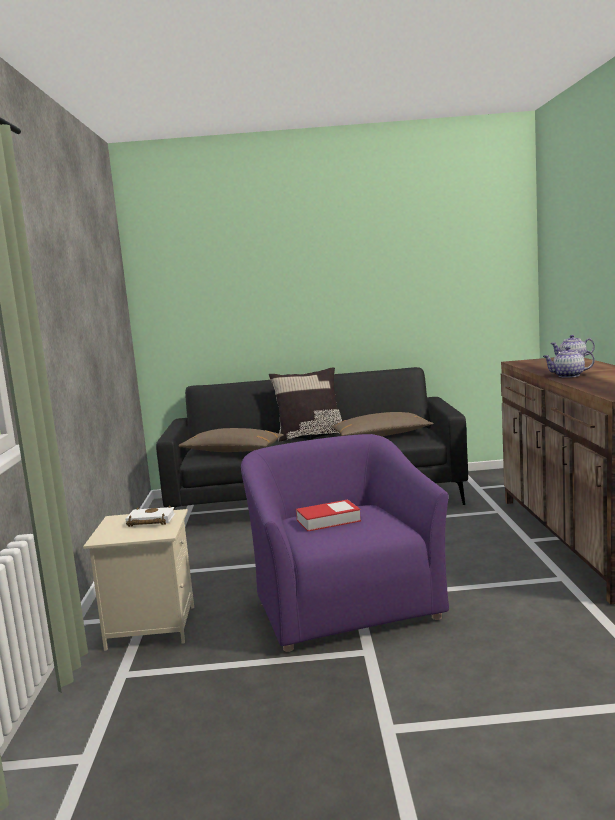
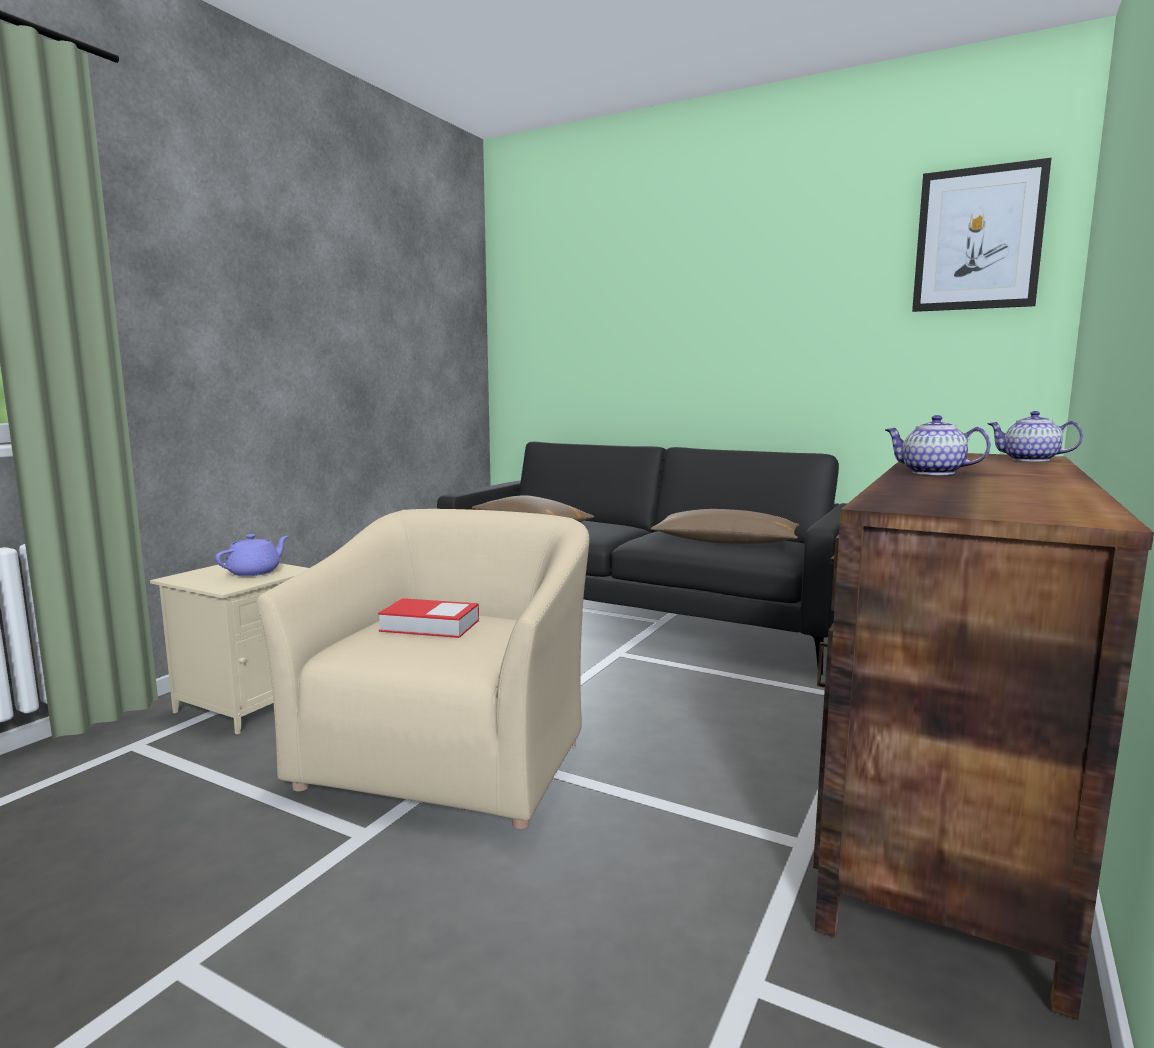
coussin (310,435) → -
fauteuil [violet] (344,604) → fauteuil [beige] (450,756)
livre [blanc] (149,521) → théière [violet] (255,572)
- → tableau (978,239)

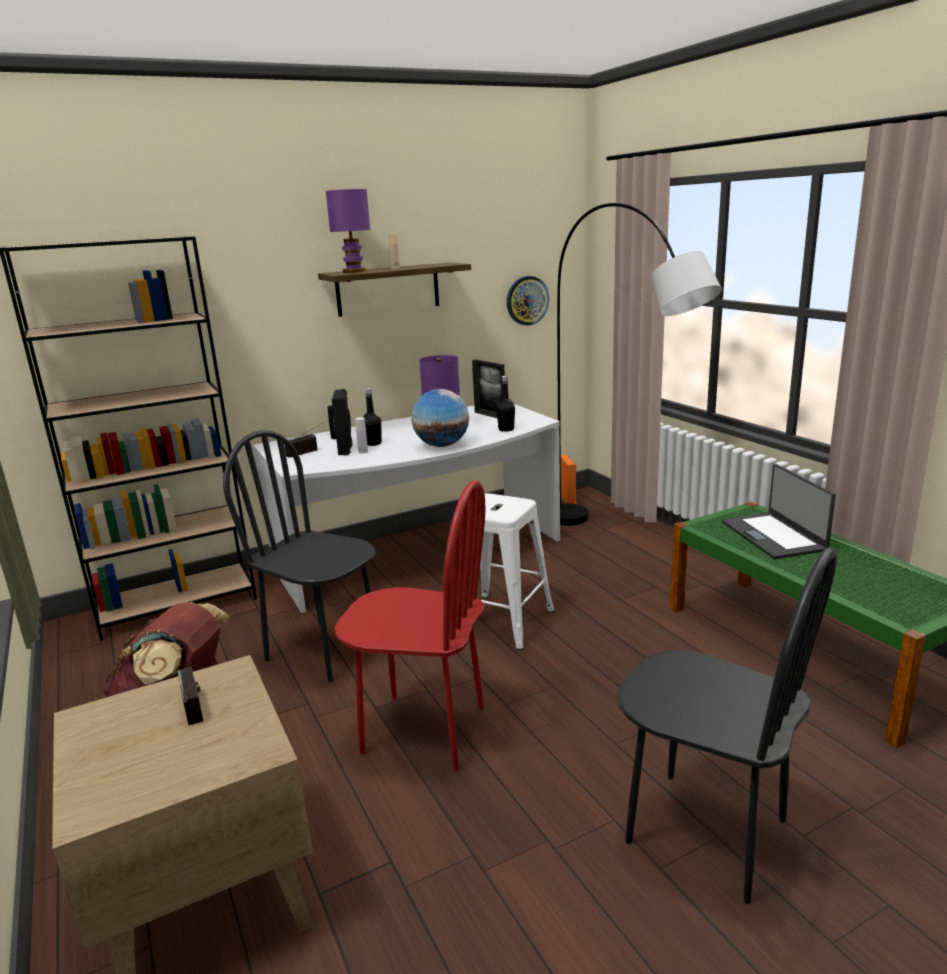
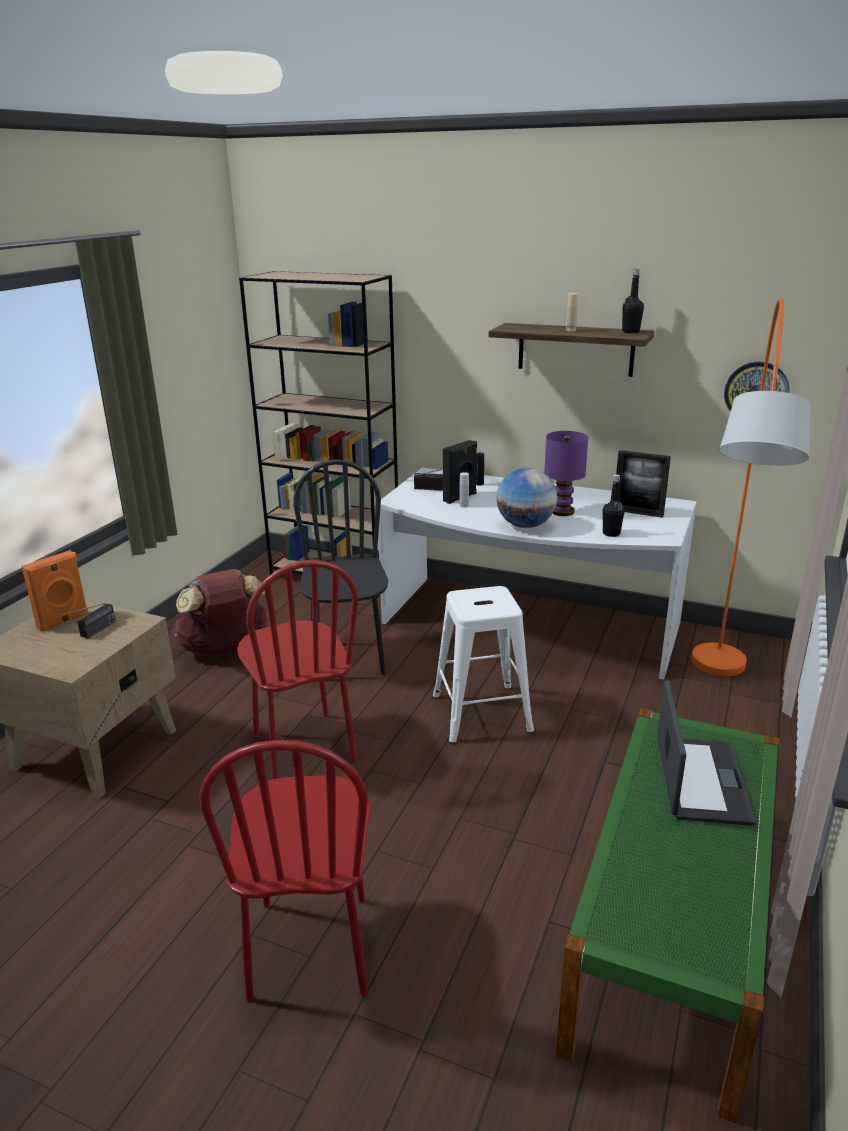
lampe de table [violet] (354,272) → -
lampadaire [gris] (620,544) → lampadaire [orange] (714,717)
cadre photo (490,415) → cadre photo (638,513), 75 degrees counterclockwise
bouteille [noir] (373,443) → bouteille [noir] (630,332), relocated
enceinte [orange] (568,500) → enceinte [orange] (63,621), relocated
ordinateur portable (773,536) → ordinateur portable (700,780), 150 degrees clockwise
chaise [noir] (705,832) → chaise [rouge] (310,947)

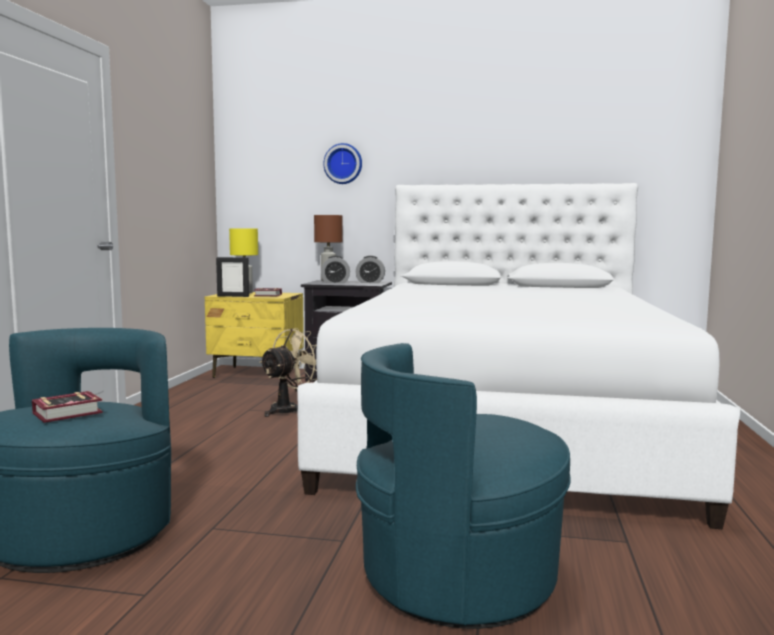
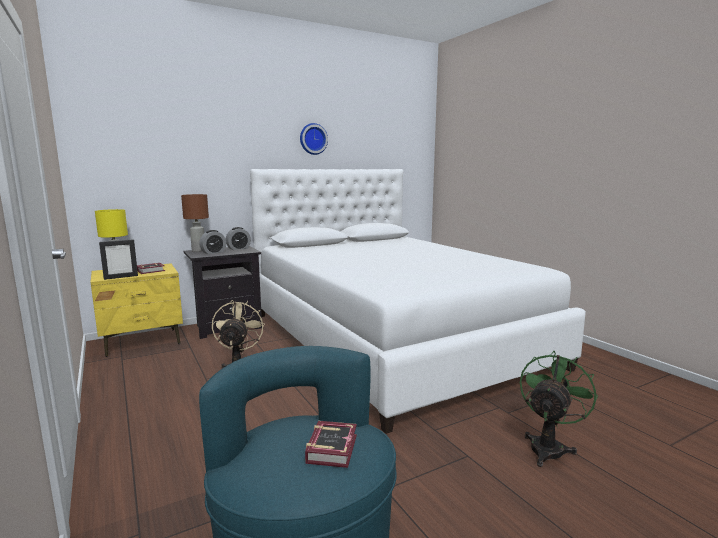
horloge murale (343,164) → horloge murale (313,139), relocated
fauteuil [turquoise] (458,574) → ventilateur [vert] (548,446)

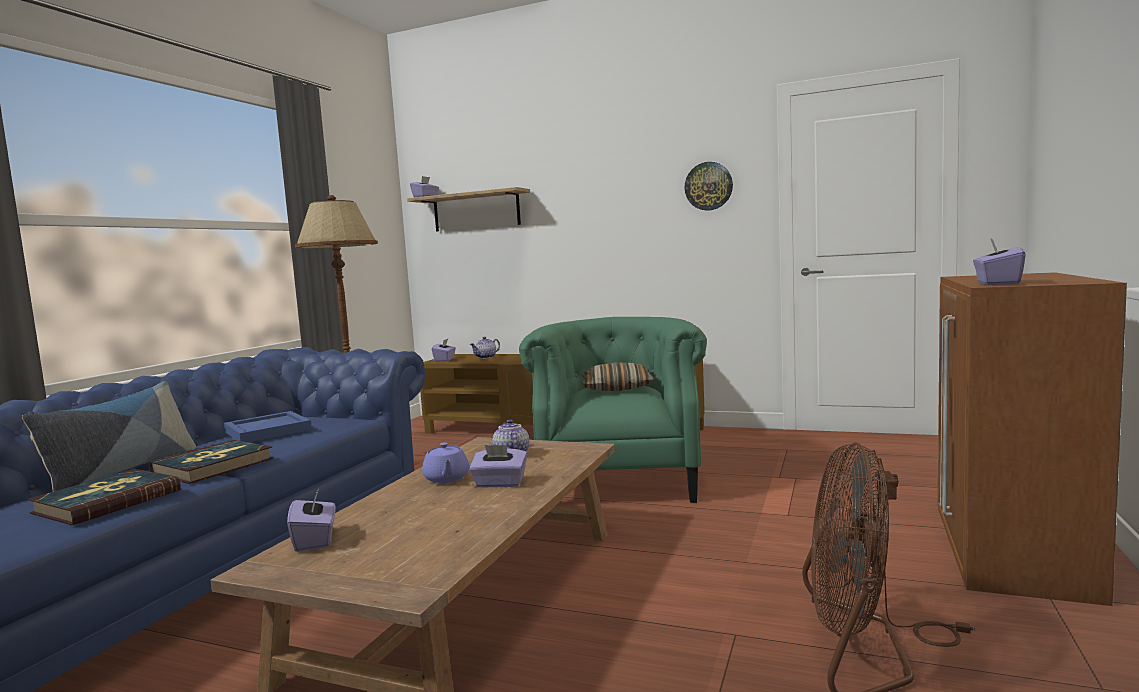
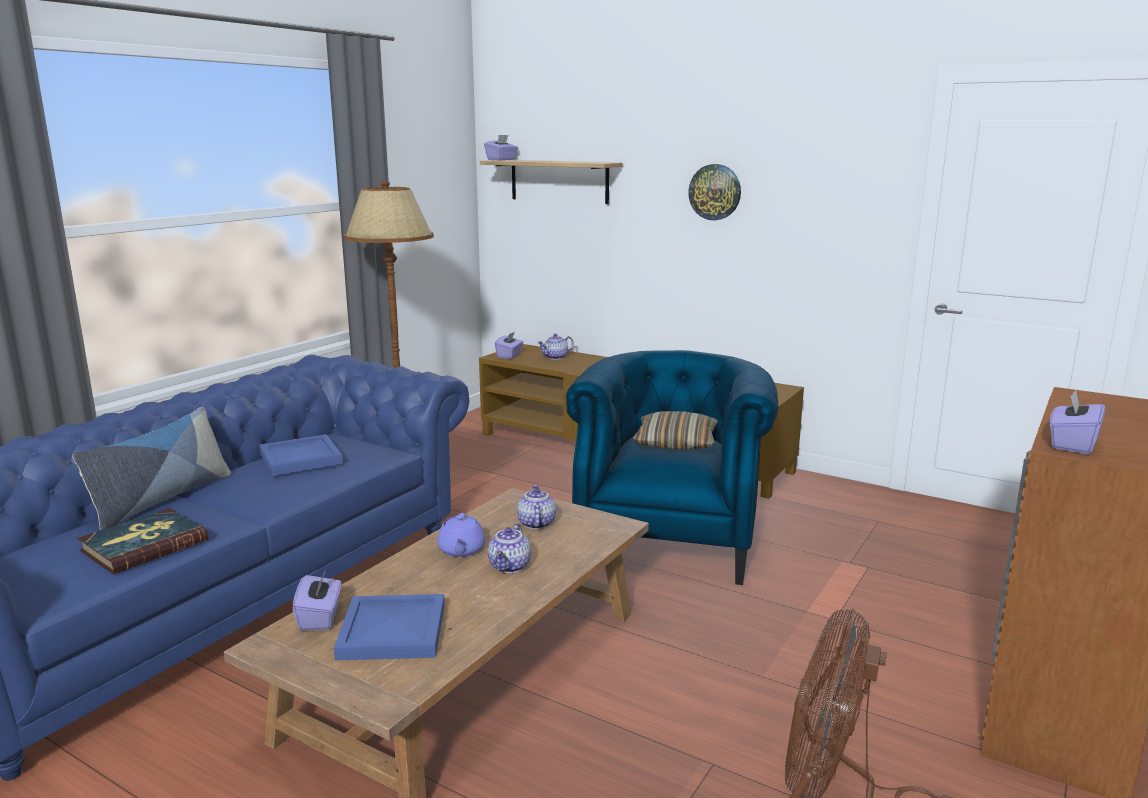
horloge murale (708,186) → horloge murale (715,192), relocated
fauteuil [vert] (619,480) → fauteuil [bleu] (670,538)
livre (214,466) → -
boîte à mouchoirs [violet] (499,483) → théière (510,567)
- → plateau [bleu] (394,630)

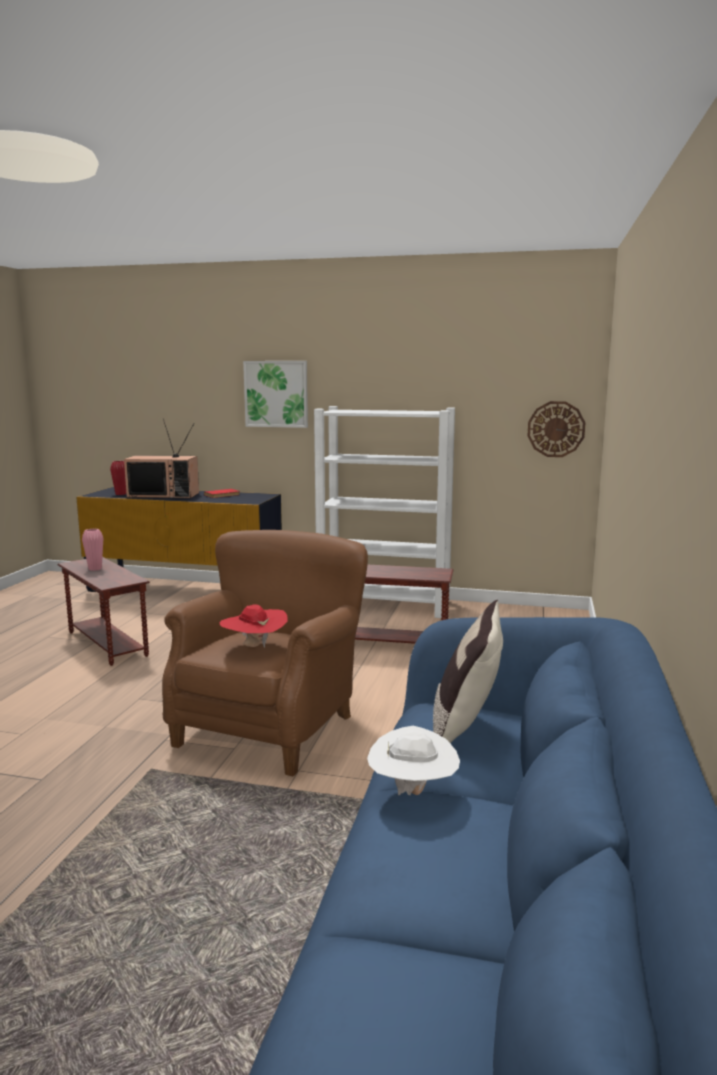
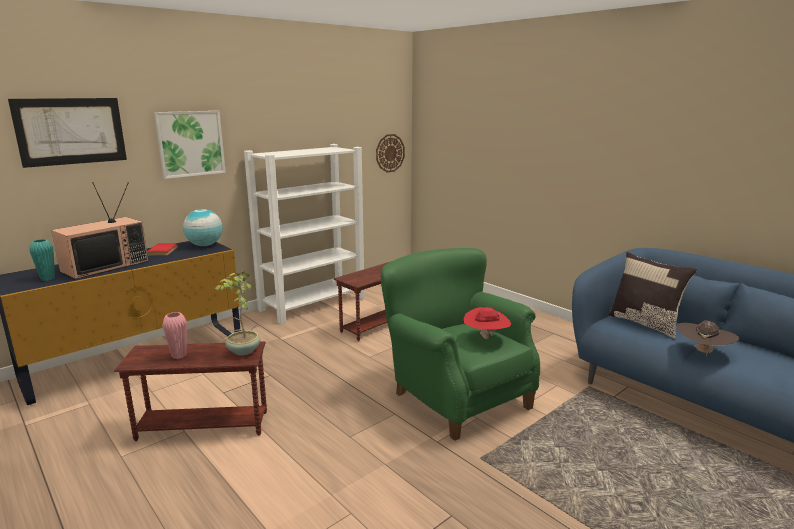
vase [rouge] (120,494) → vase [turquoise] (47,278)
fauteuil [marron] (270,725) → fauteuil [vert] (456,396)
chapeau [blanc] (413,791) → chapeau [marron] (703,352)
- → tableau (71,131)
- → globe (205,245)
- → plante en pot (243,351)

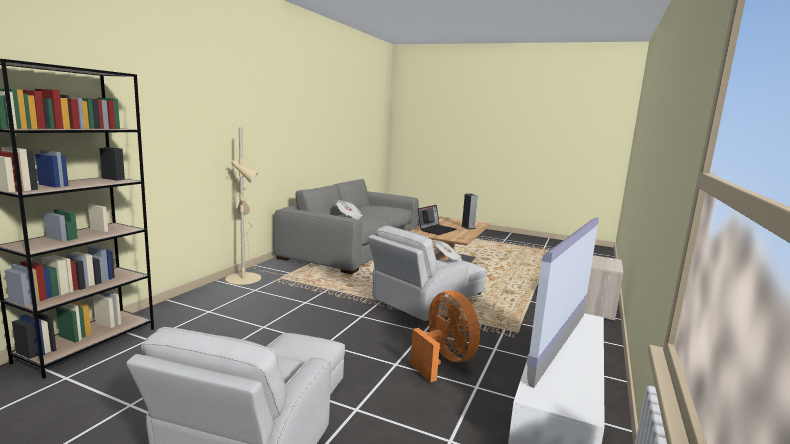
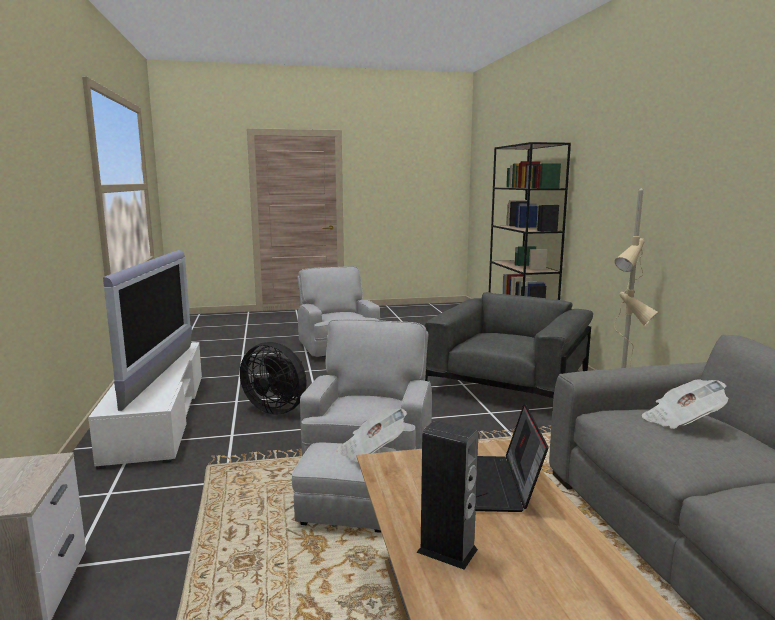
ventilateur [orange] (444,361) → ventilateur [noir] (277,409)
- → fauteuil [gris] (507,384)

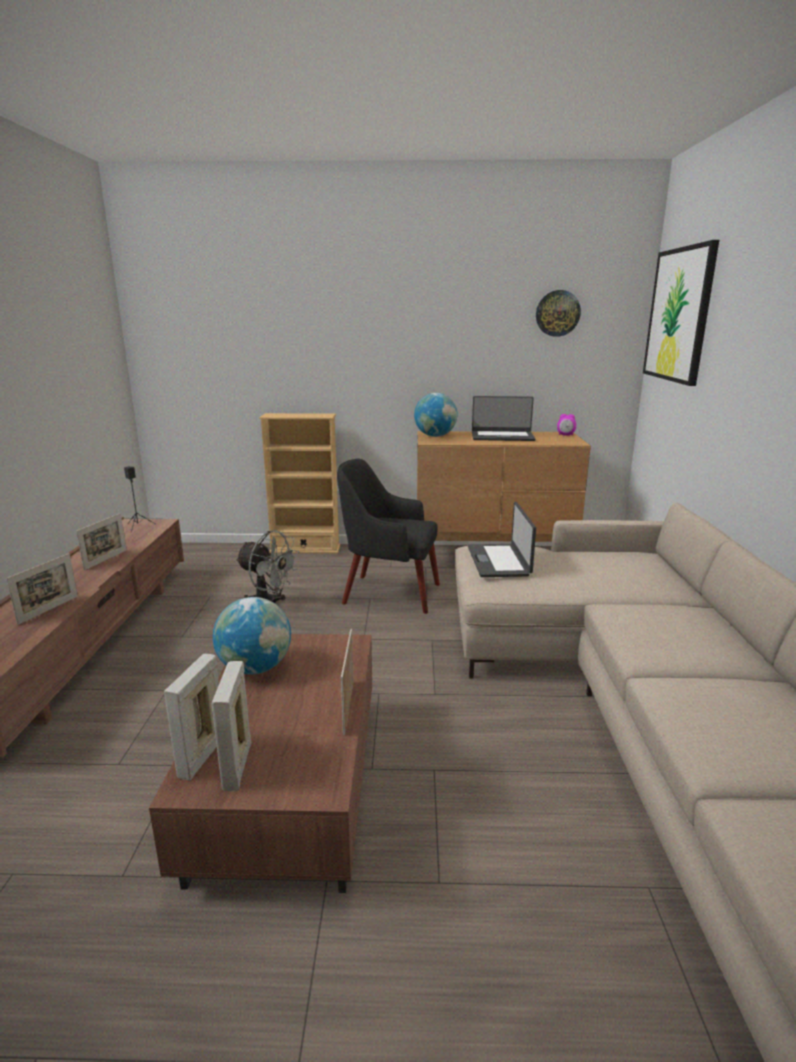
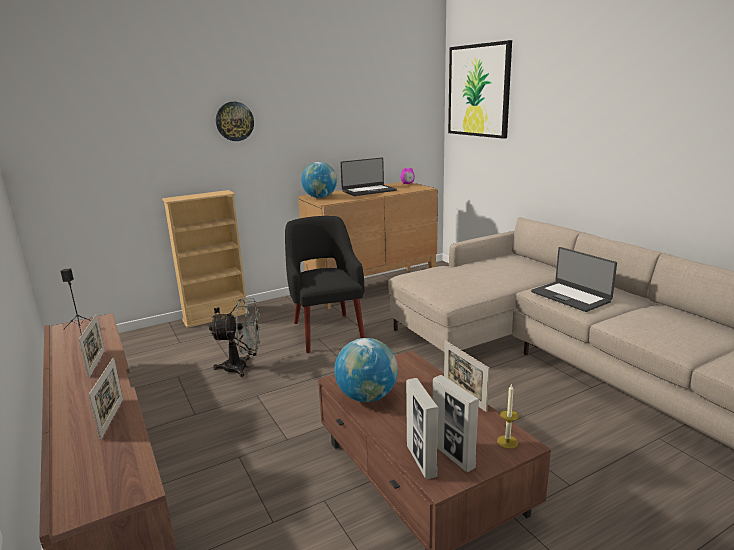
horloge murale (557,313) → horloge murale (234,121), relocated
fauteuil [noir] (388,593) → fauteuil [noir] (327,331), 90 degrees clockwise
ordinateur portable (499,561) → ordinateur portable (571,296), relocated
- → bougie (507,442)

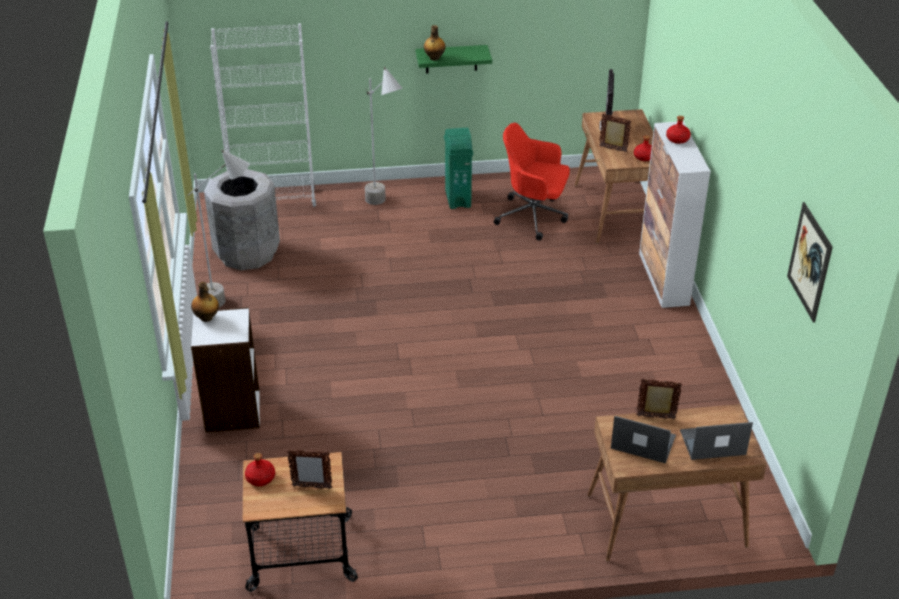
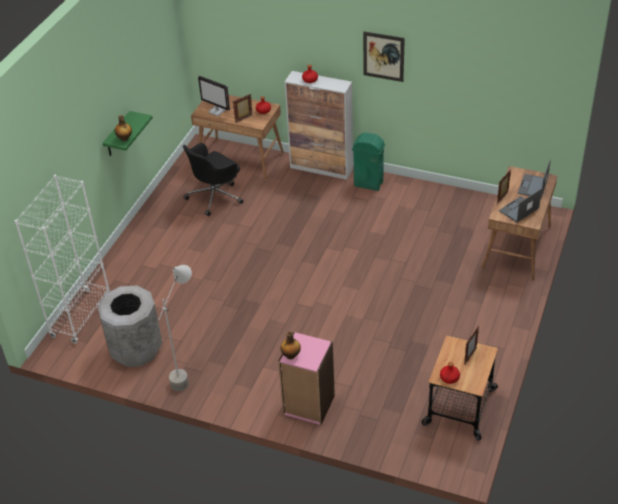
lampadaire [gris] (385,207) → -
chaise de bureau [rouge] (533,217) → chaise de bureau [noir] (215,196)
poubelle [vert] (458,199) → poubelle [vert] (368,184), relocated
tableau (809,262) → tableau (383,56), relocated
bibliothèque [blanc] (232,411) → bibliothèque [rose] (308,405)

